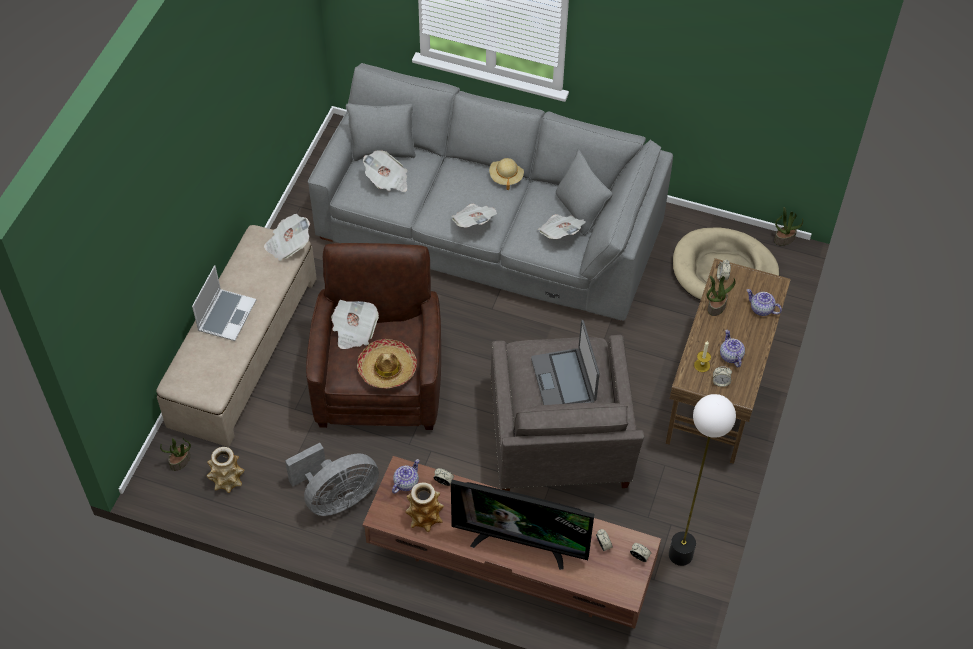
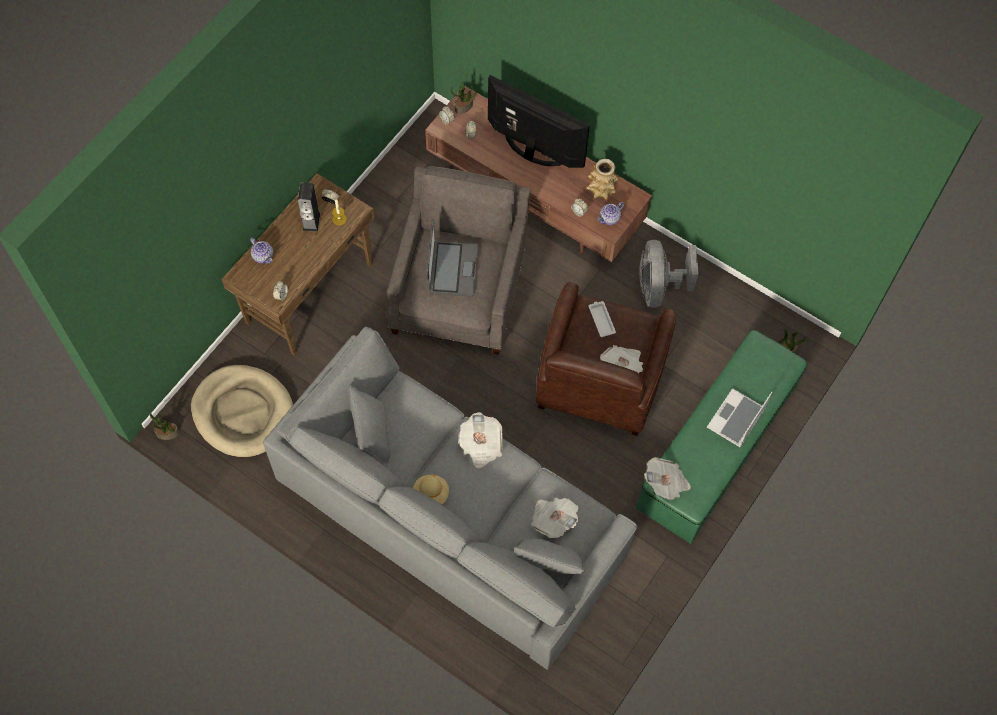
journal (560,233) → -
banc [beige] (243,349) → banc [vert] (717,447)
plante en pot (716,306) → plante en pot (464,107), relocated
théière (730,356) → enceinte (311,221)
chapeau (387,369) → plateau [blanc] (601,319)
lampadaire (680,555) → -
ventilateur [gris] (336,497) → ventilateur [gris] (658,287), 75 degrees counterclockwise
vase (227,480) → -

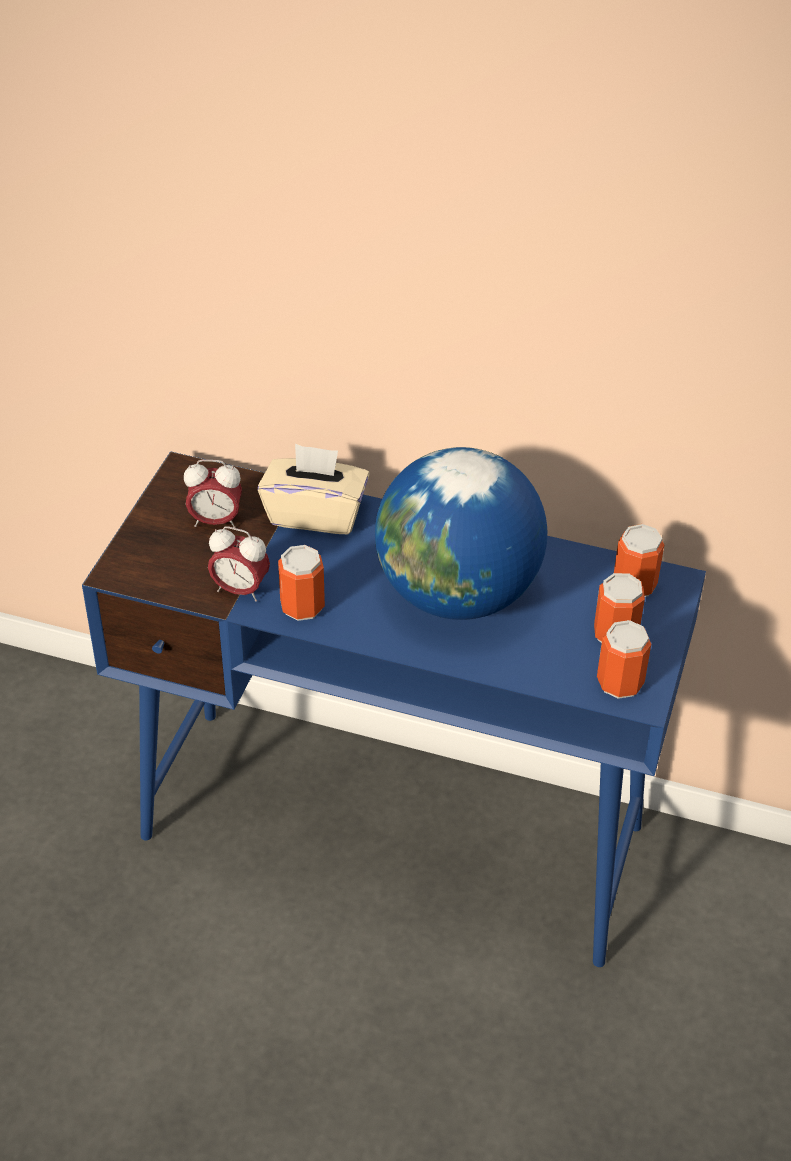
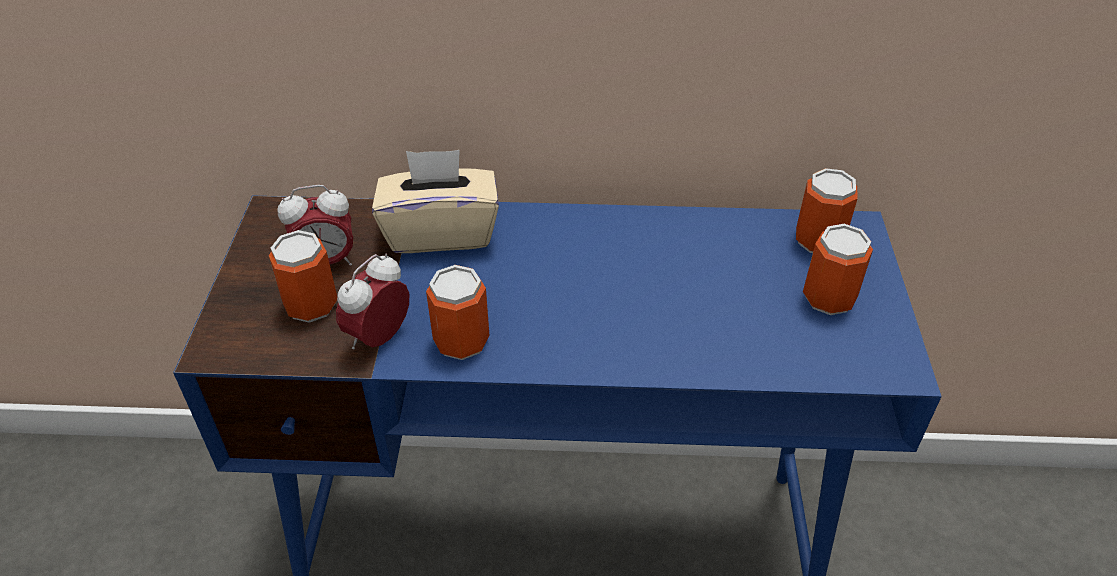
globe (457,594) → -
réveil (240,590) → réveil (379,337), 120 degrees clockwise
boîte métallique (620,683) → boîte métallique (311,305), relocated

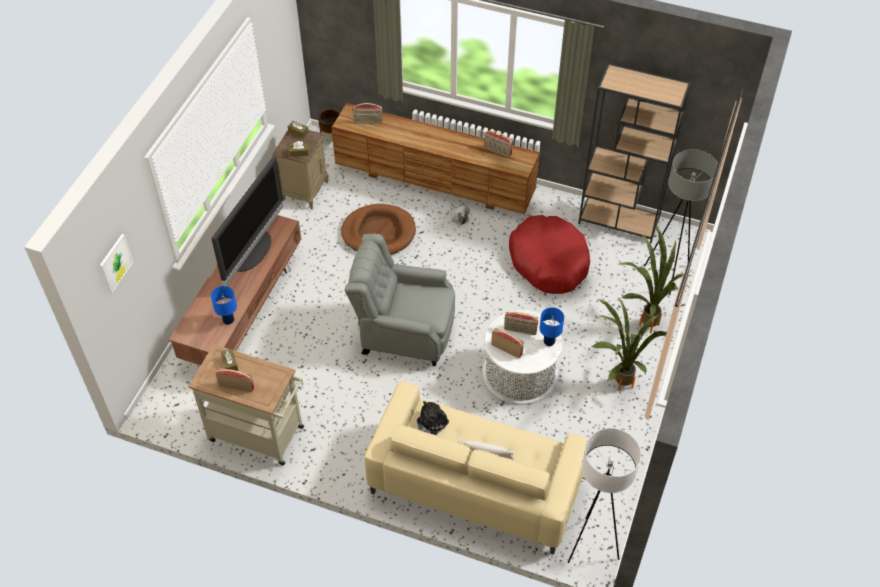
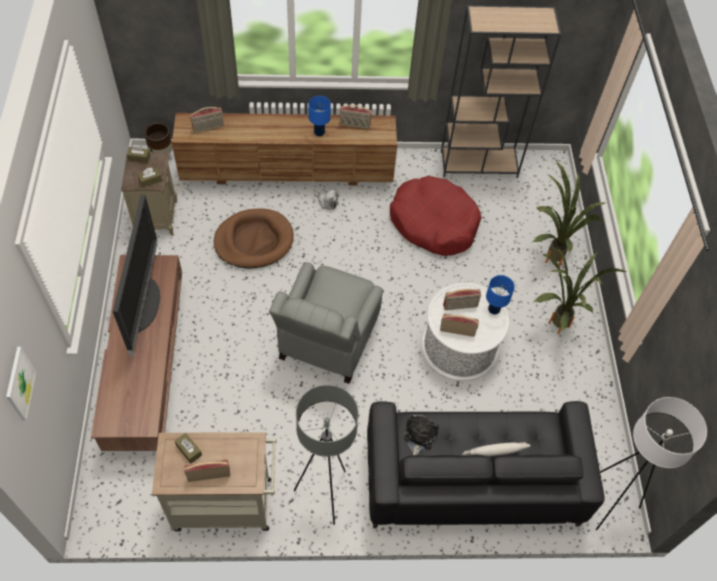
lampadaire [gris] (668,275) → lampadaire [gris] (325,494), relocated
fauteuil [gris] (404,332) → fauteuil [gris] (328,340), 60 degrees counterclockwise
lampe de table [bleu] (228,320) → lampe de table [bleu] (318,133), relocated
canapé [beige] (474,485) → canapé [noir] (471,481)

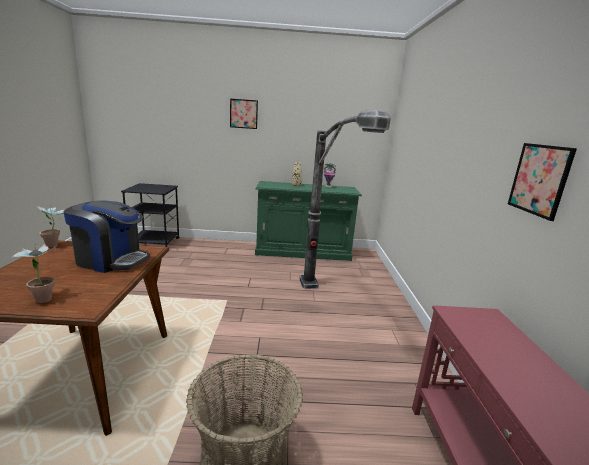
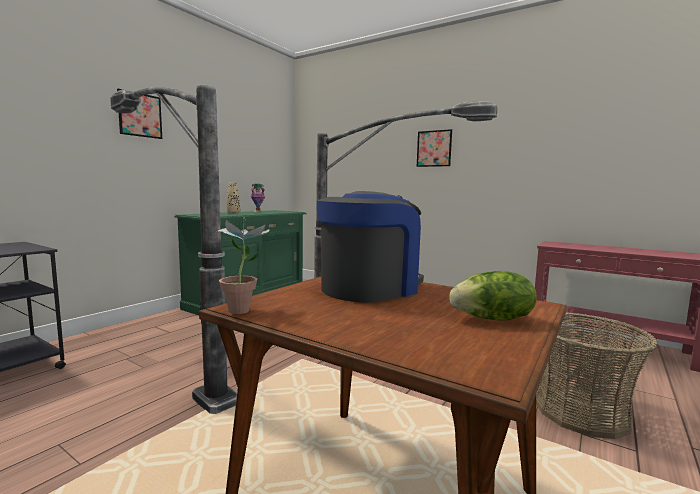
tableau (539,179) → tableau (434,148), relocated
plante en pot (44,297) → laitue (493,319)
- → lampadaire (170,362)

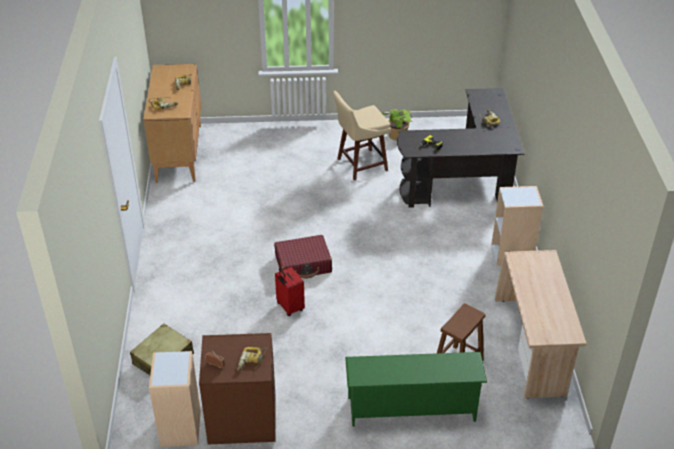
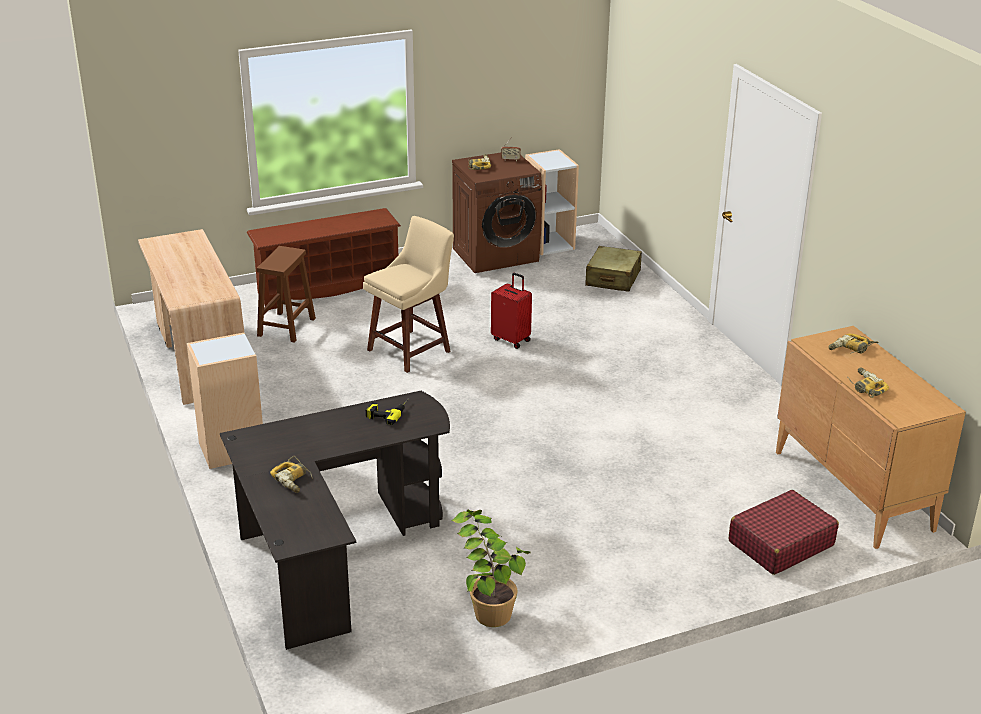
tabouret [beige] (360,165) → tabouret [beige] (412,349), relocated
valise [rouge] (303,264) → valise [rouge] (780,543), relocated
étagère à chaussures [vert] (411,410) → étagère à chaussures [marron] (328,288)

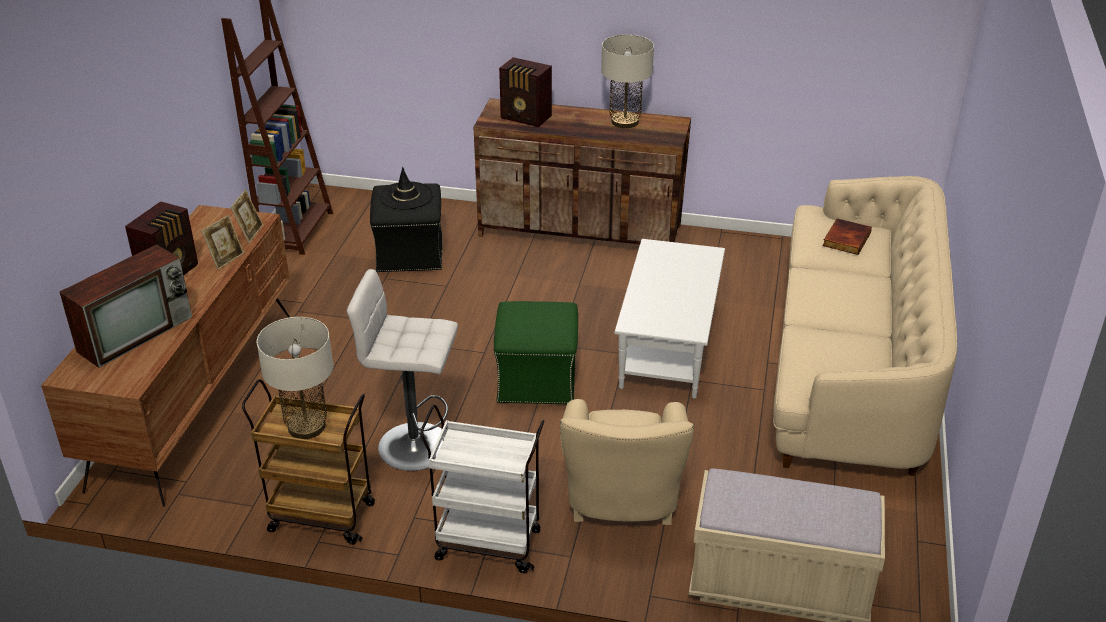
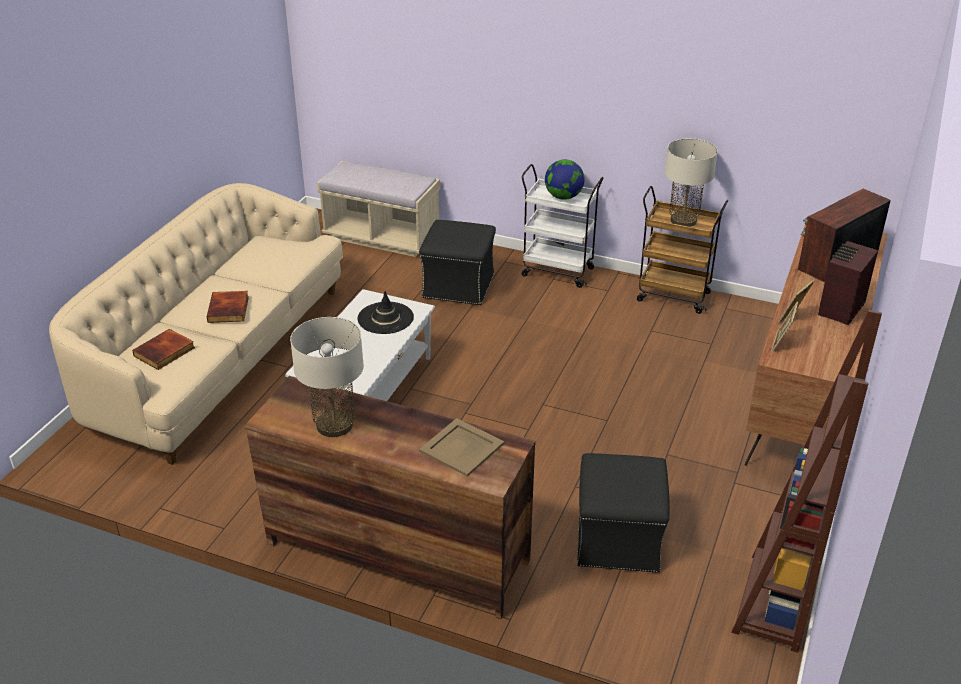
radio (526,118) → plateau [beige] (461,447)
chapeau [noir] (406,196) → chapeau [noir] (385,318), relocated
tabouret [blanc] (413,446) → -
pouf [vert] (537,380) → -
fauteuil [beige] (622,499) → pouf [noir] (459,286)
- → globe (563,197)
- → livre (229,309)

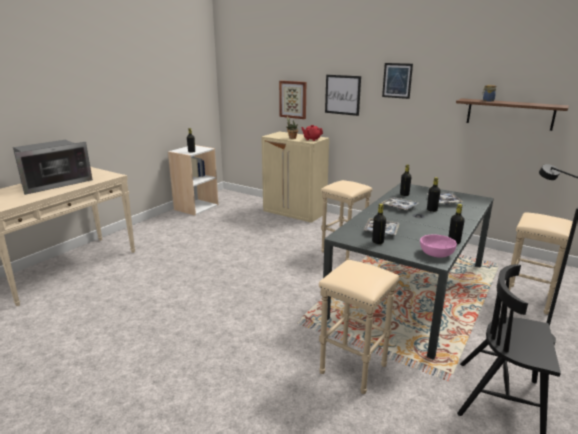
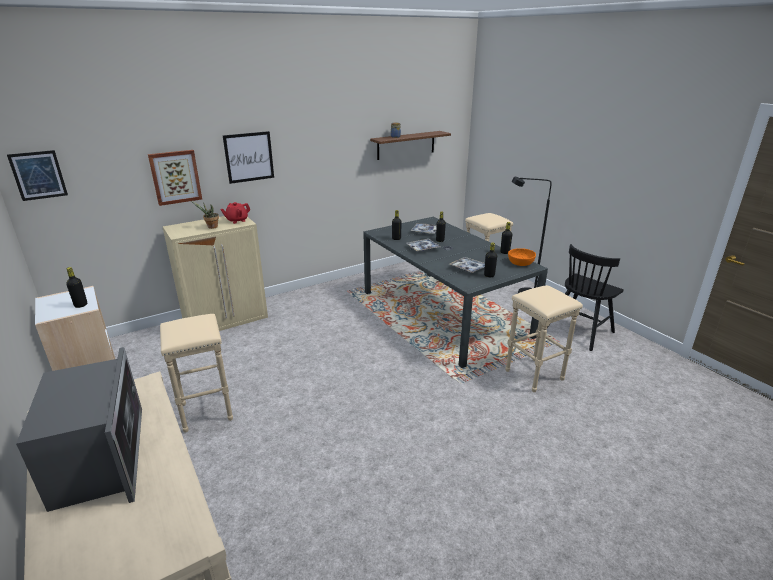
tableau (397,80) → tableau (38,175), relocated
tabouret [beige] (343,250) → tabouret [beige] (205,411), relocated
bol [rose] (436,253) → bol [orange] (520,263)

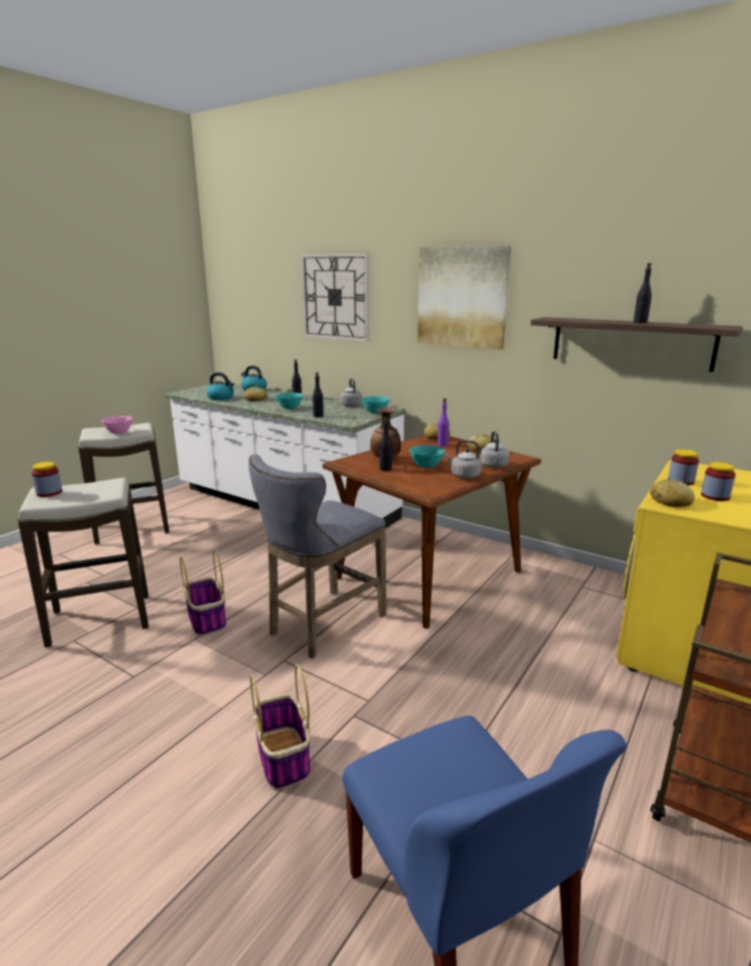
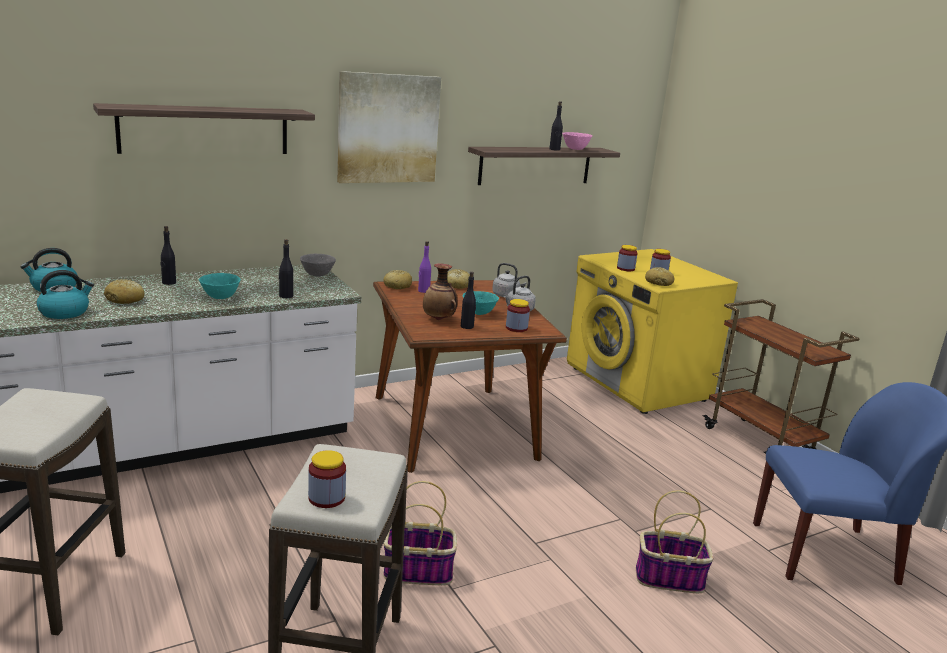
horloge murale (335,297) → étagère (205,130)
bouilloire [gris] (351,405) → -
bol [turquoise] (375,412) → bol [gris] (317,275)
bol [rose] (119,433) → bol [rose] (575,149), relocated
tabouret [gris] (321,626) → -
- → bocal (516,328)

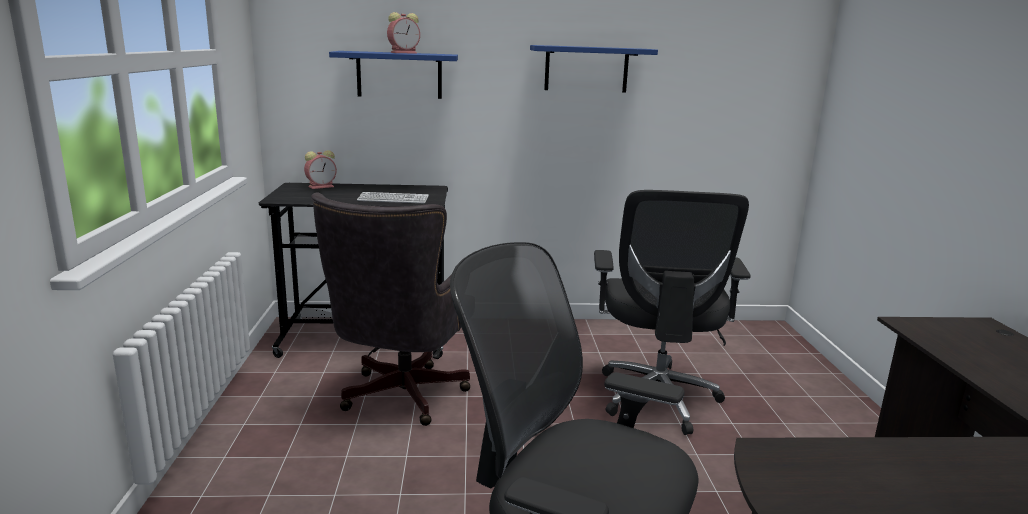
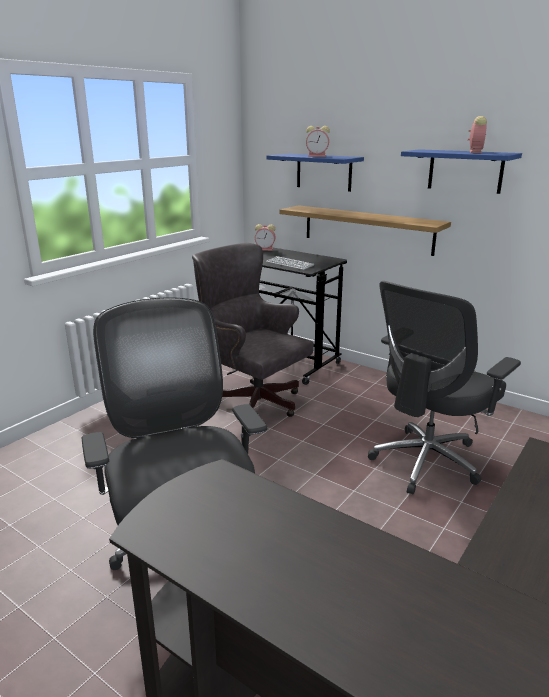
chaise de bureau [gris] (401,398) → chaise de bureau [gris] (253,400), 75 degrees clockwise
- → réveil (475,152)
- → étagère (367,229)

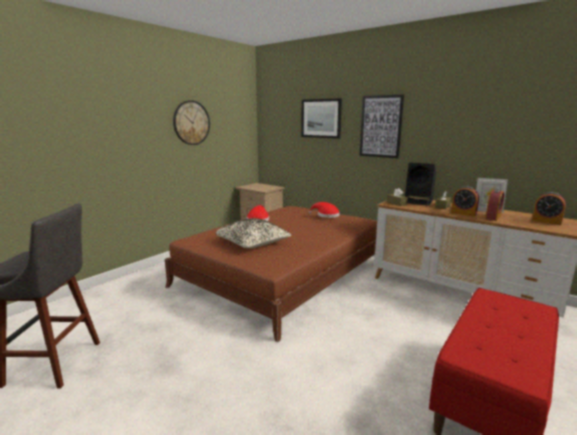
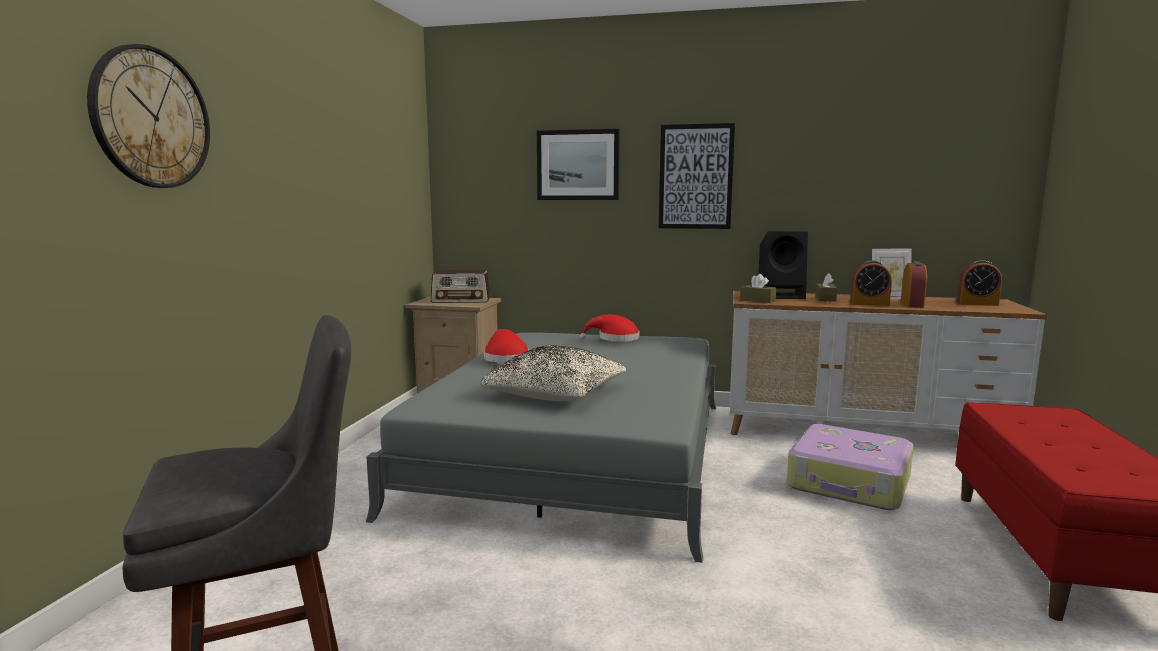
horloge murale (191,123) → horloge murale (151,118), relocated
lit [marron] (284,273) → lit [gris] (578,453)
- → radio (461,300)
- → valise (849,483)

